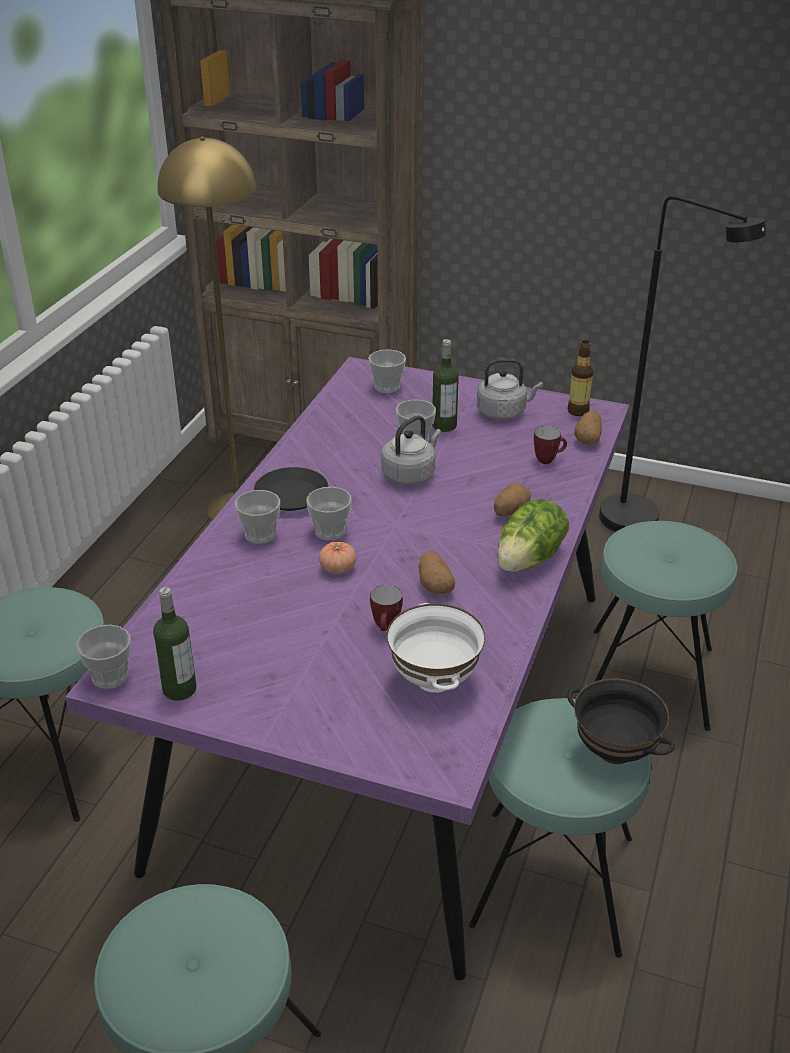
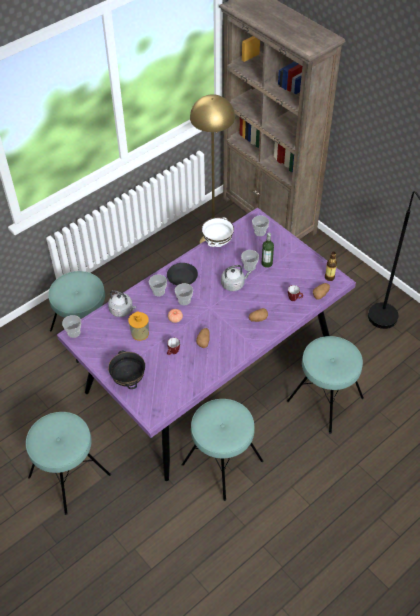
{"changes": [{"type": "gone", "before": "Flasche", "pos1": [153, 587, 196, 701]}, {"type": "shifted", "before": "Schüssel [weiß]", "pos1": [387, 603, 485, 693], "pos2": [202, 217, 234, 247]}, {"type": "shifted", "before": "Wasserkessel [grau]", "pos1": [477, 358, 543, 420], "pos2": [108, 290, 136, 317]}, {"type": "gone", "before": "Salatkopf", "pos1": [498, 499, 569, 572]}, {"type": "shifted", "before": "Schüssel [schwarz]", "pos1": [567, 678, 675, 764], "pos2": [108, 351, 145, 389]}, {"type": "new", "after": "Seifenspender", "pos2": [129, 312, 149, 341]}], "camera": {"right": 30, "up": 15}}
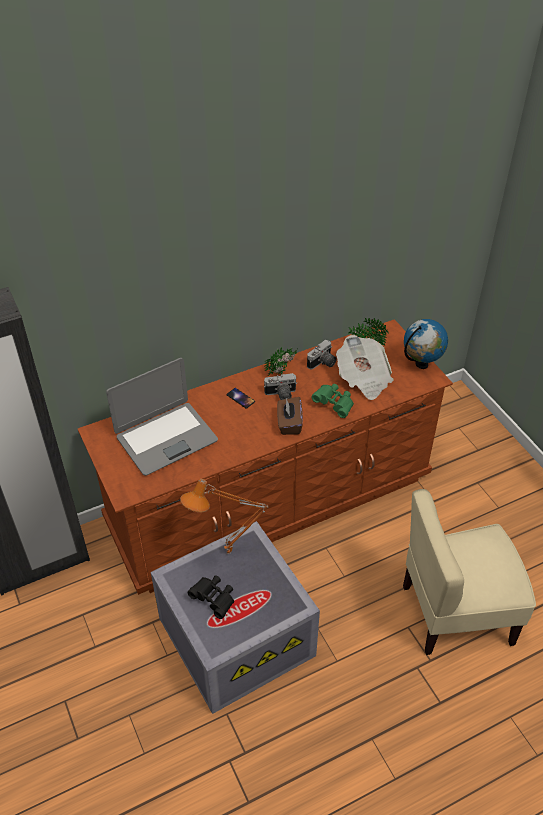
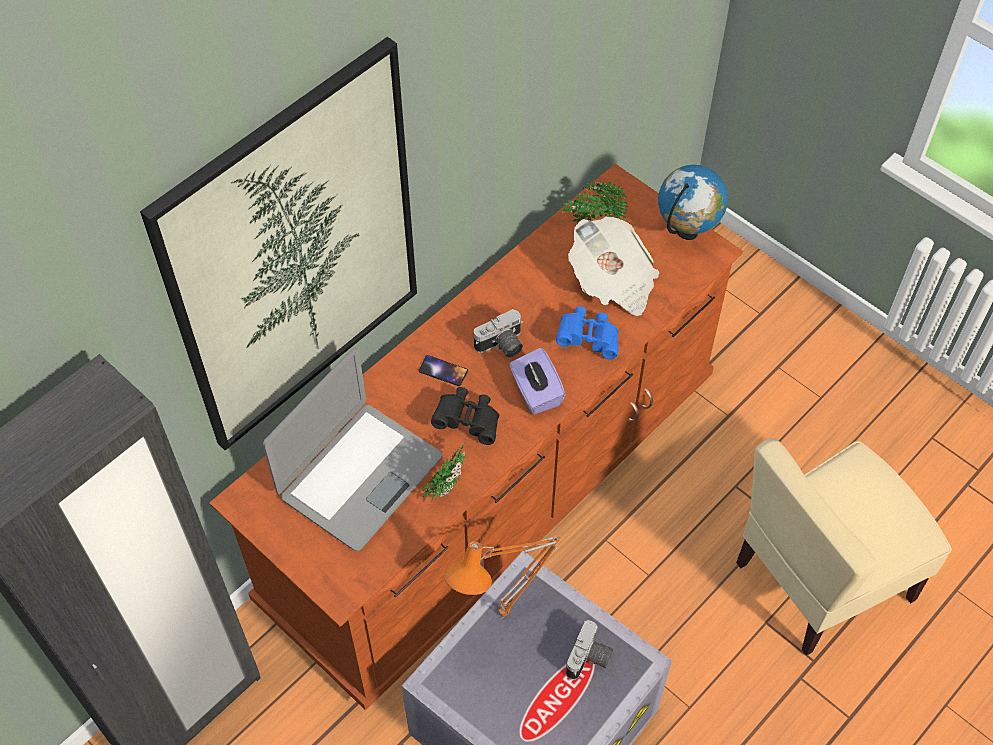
{"changes": [{"type": "shifted", "before": "Fernglas [schwarz]", "pos1": [188, 575, 234, 619], "pos2": [431, 387, 499, 445]}, {"type": "shifted", "before": "Topfpflanze", "pos1": [264, 347, 298, 376], "pos2": [423, 440, 466, 505]}, {"type": "repainted", "before": "Taschentuchbox [braun]", "after": "Taschentuchbox [lila]", "pos1": [277, 397, 303, 435], "pos2": [509, 348, 566, 414]}, {"type": "shifted", "before": "Kamera", "pos1": [307, 340, 337, 369], "pos2": [566, 620, 613, 680]}, {"type": "repainted", "before": "Fernglas [grün]", "after": "Fernglas [blau]", "pos1": [312, 384, 354, 418], "pos2": [556, 307, 619, 360]}, {"type": "new", "after": "Bild", "pos2": [140, 37, 417, 451]}], "camera": {"right": -20, "up": 10}}
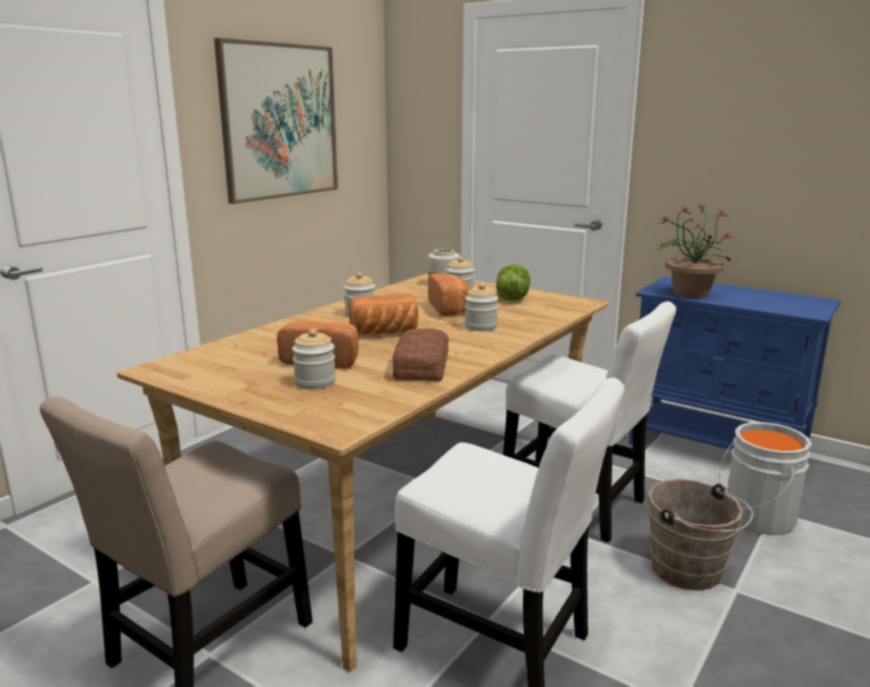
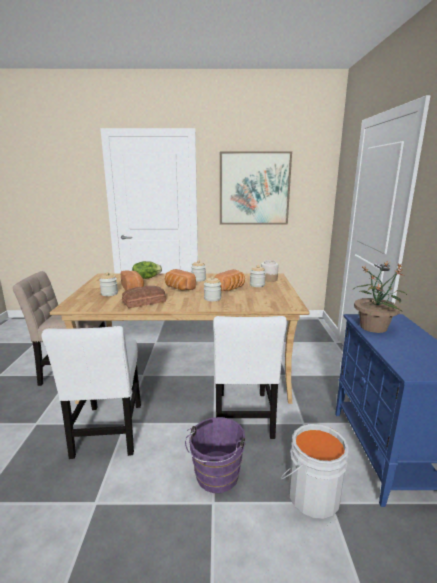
{"changes": [{"type": "shifted", "before": "Salatkopf", "pos1": [496, 264, 530, 301], "pos2": [132, 261, 162, 279]}, {"type": "repainted", "before": "Eimer [braun]", "after": "Eimer [lila]", "pos1": [648, 479, 753, 591], "pos2": [185, 417, 246, 493]}], "camera": {"right": 55, "up": 0}}
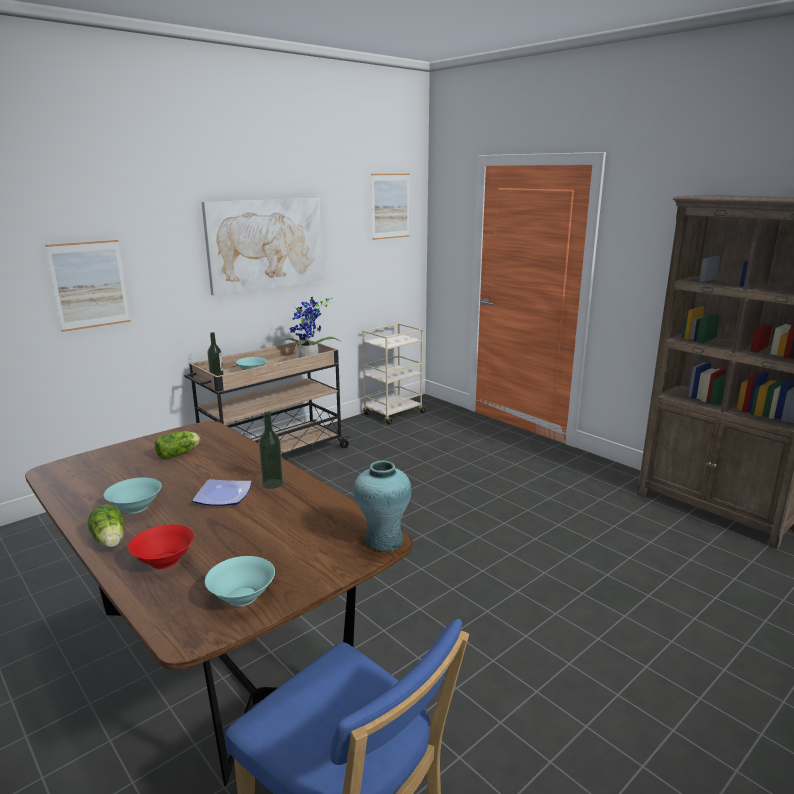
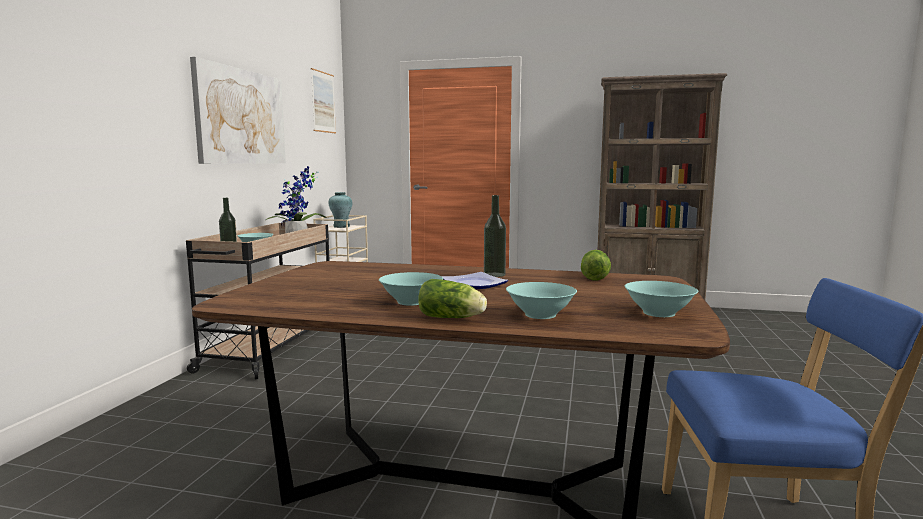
{"changes": [{"type": "gone", "before": "Bild", "pos1": [45, 240, 131, 332]}, {"type": "repainted", "before": "Schüssel [rot]", "after": "Schüssel [türkis]", "pos1": [128, 524, 194, 569], "pos2": [506, 282, 577, 319]}, {"type": "shifted", "before": "Salatkopf", "pos1": [155, 431, 200, 459], "pos2": [581, 250, 611, 281]}, {"type": "shifted", "before": "Vase [türkis]", "pos1": [354, 460, 412, 552], "pos2": [328, 192, 352, 228]}], "camera": {"right": -35, "up": -10}}
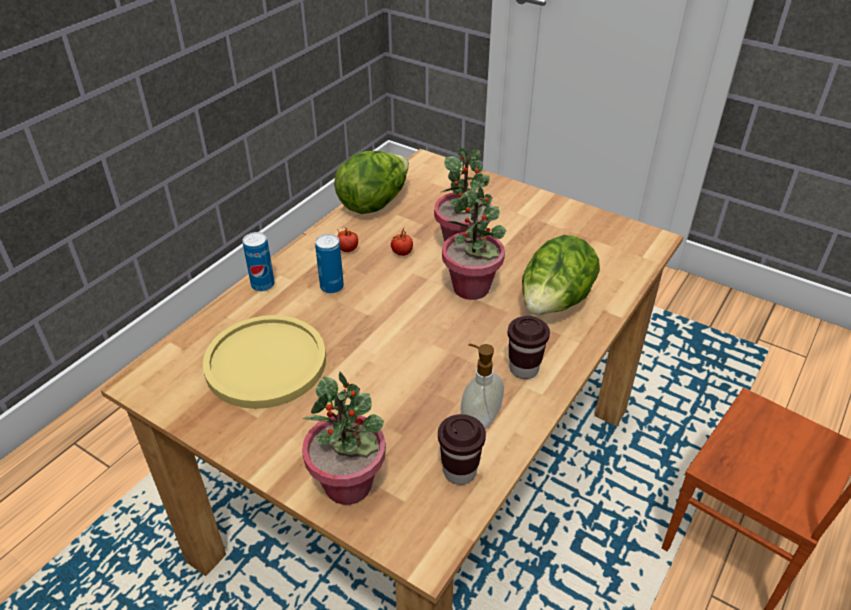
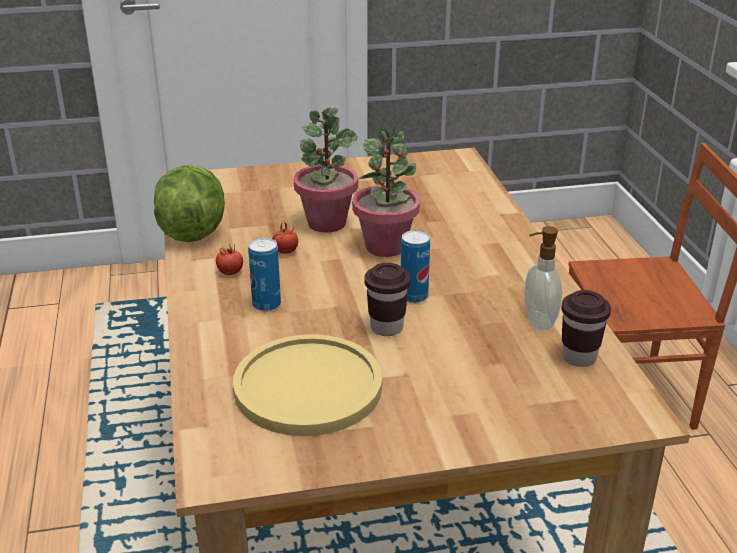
{"changes": [{"type": "shifted", "before": "Dose", "pos1": [243, 232, 275, 291], "pos2": [401, 230, 430, 303]}, {"type": "gone", "before": "Topfpflanze", "pos1": [302, 372, 386, 505]}, {"type": "shifted", "before": "Tasse [braun]", "pos1": [508, 316, 550, 379], "pos2": [364, 263, 411, 336]}, {"type": "gone", "before": "Salatkopf", "pos1": [522, 235, 600, 315]}], "camera": {"right": -45, "up": -10}}
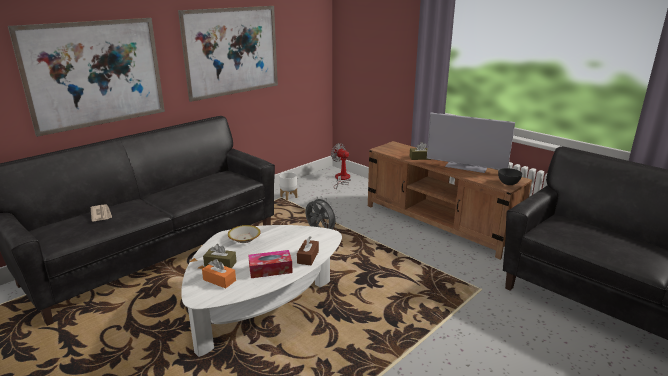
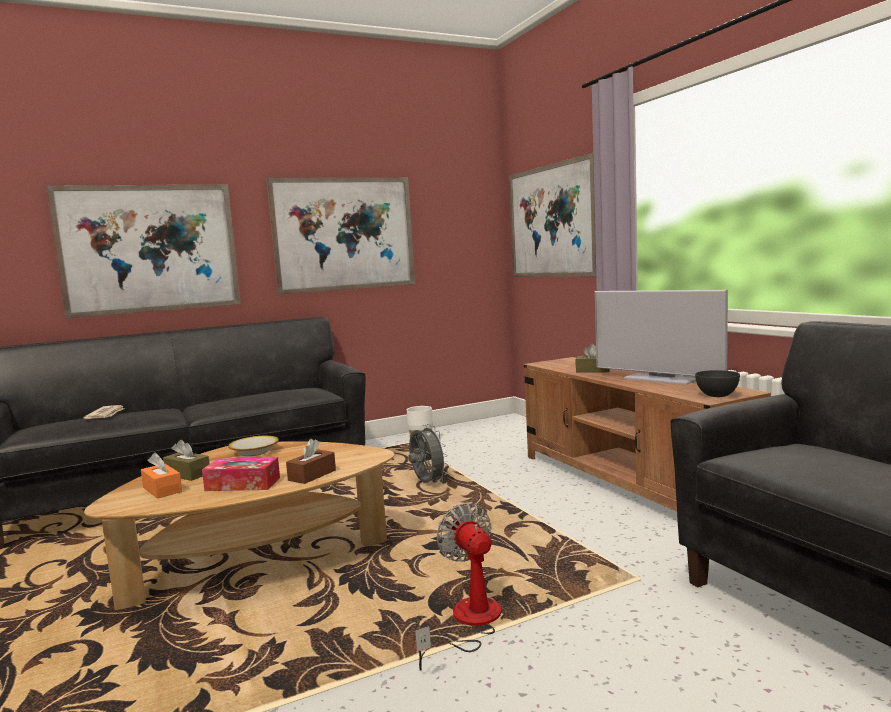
{"changes": [{"type": "repainted", "before": "Couchtisch [weiß]", "after": "Couchtisch [braun]", "pos1": [181, 225, 342, 357], "pos2": [84, 441, 394, 610]}, {"type": "shifted", "before": "Ventilator", "pos1": [331, 143, 351, 189], "pos2": [415, 503, 501, 670]}, {"type": "new", "after": "Bild", "pos2": [509, 153, 596, 277]}], "camera": {"right": 20, "up": -15}}
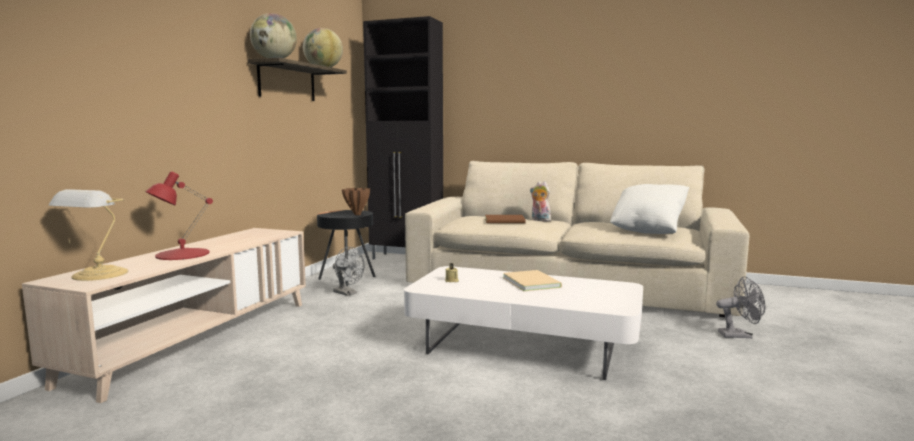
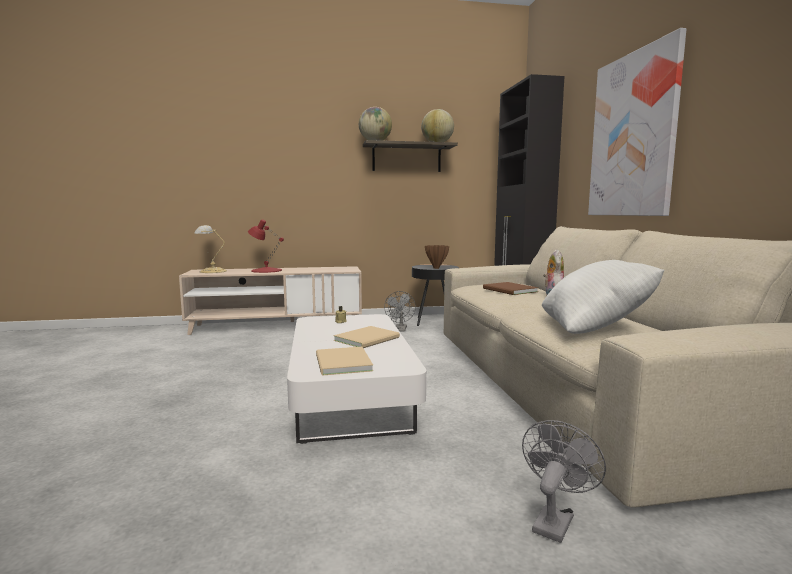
{"changes": [{"type": "rotated", "before": "Ventilator [grau]", "pos1": [716, 276, 765, 338], "pos2": [522, 420, 606, 543], "turn": -120}, {"type": "new", "after": "Buch [beige]", "pos2": [316, 347, 373, 376]}, {"type": "new", "after": "Bild", "pos2": [588, 28, 687, 216]}], "camera": {"right": 60, "up": 0}}
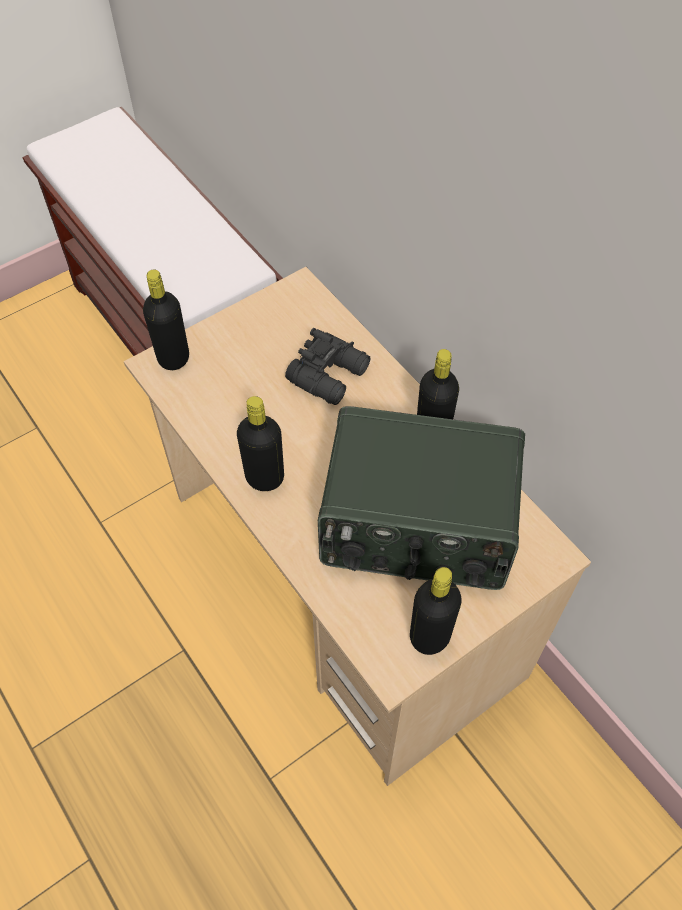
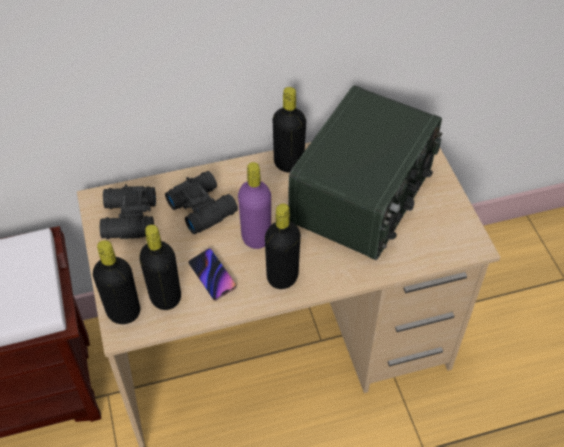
{"changes": [{"type": "shifted", "before": "Flasche [schwarz]", "pos1": [410, 567, 461, 655], "pos2": [139, 225, 181, 310]}, {"type": "new", "after": "Fernglas [schwarz]", "pos2": [100, 184, 156, 239]}, {"type": "new", "after": "Handy", "pos2": [188, 248, 237, 301]}, {"type": "new", "after": "Flasche [lila]", "pos2": [238, 162, 271, 249]}], "camera": {"right": -70, "up": -5}}
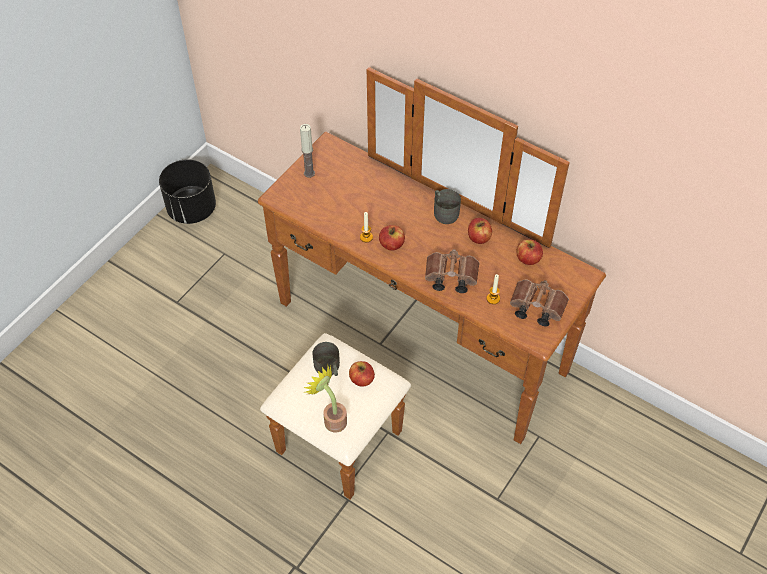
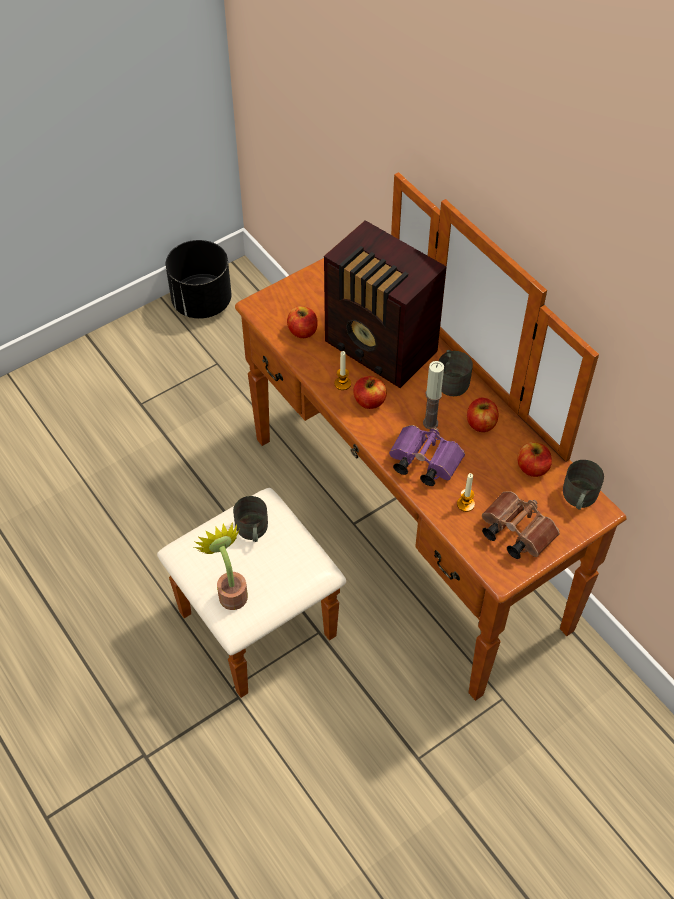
{"changes": [{"type": "shifted", "before": "Kerze", "pos1": [300, 124, 315, 178], "pos2": [423, 361, 444, 429]}, {"type": "shifted", "before": "Apfel", "pos1": [349, 361, 375, 387], "pos2": [287, 306, 318, 338]}, {"type": "repainted", "before": "Fernglas [braun]", "after": "Fernglas [lila]", "pos1": [425, 249, 480, 293], "pos2": [389, 425, 465, 486]}, {"type": "new", "after": "Radio", "pos2": [324, 220, 446, 388]}, {"type": "new", "after": "Henkelbecher [grau]", "pos2": [563, 460, 604, 510]}], "camera": {"right": 20, "up": 0}}
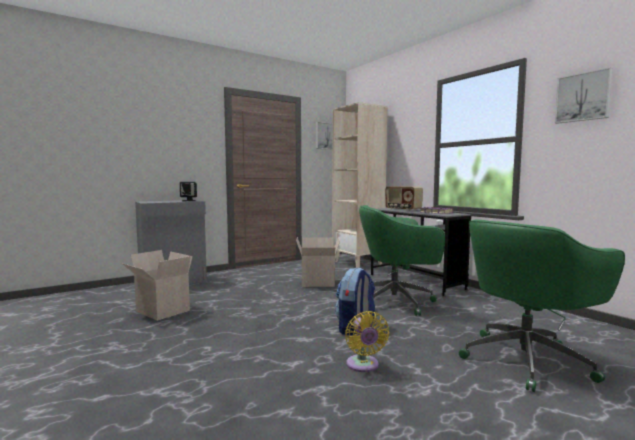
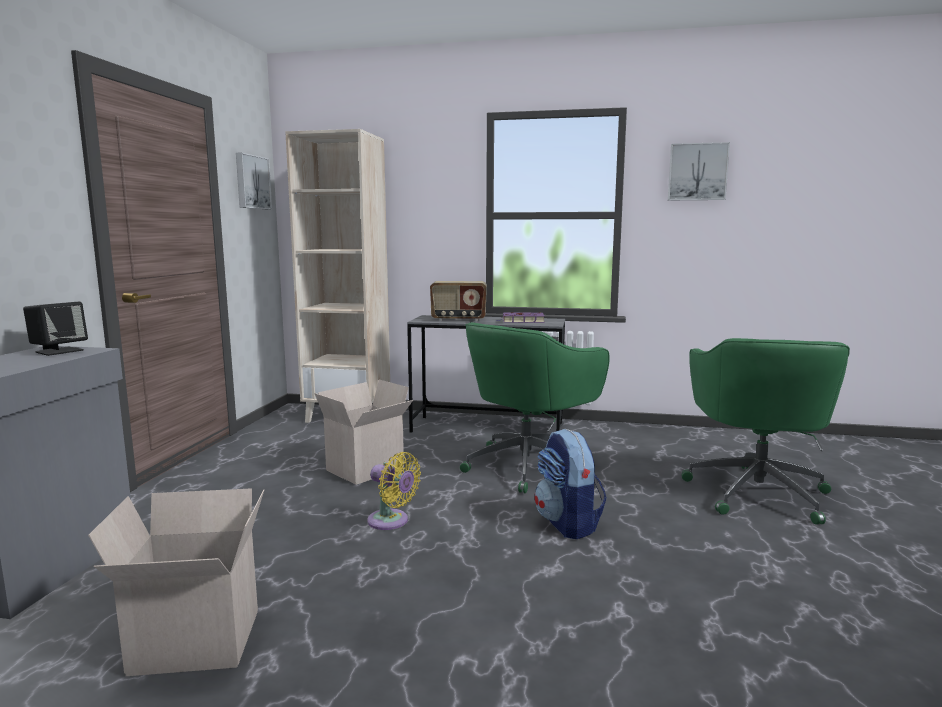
{"changes": [{"type": "shifted", "before": "Ventilator [gelb]", "pos1": [345, 311, 389, 372], "pos2": [367, 452, 421, 530]}], "camera": {"right": -45, "up": 5}}
